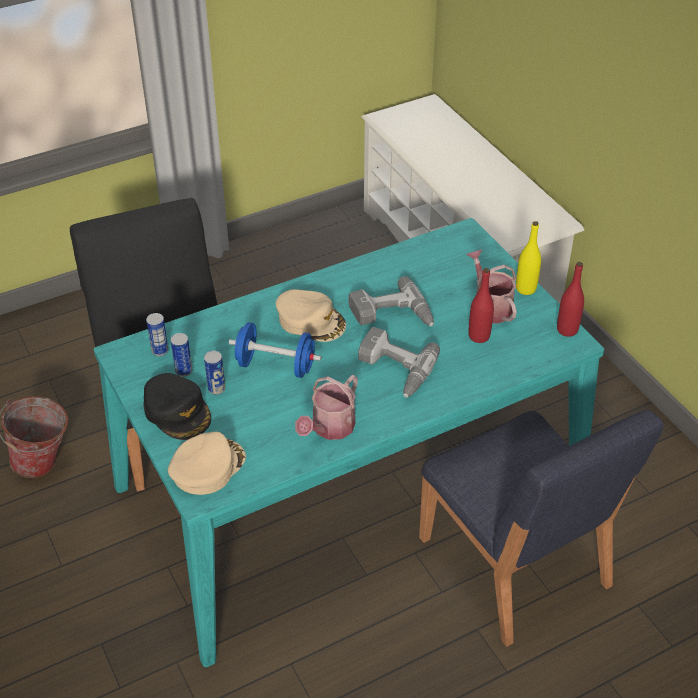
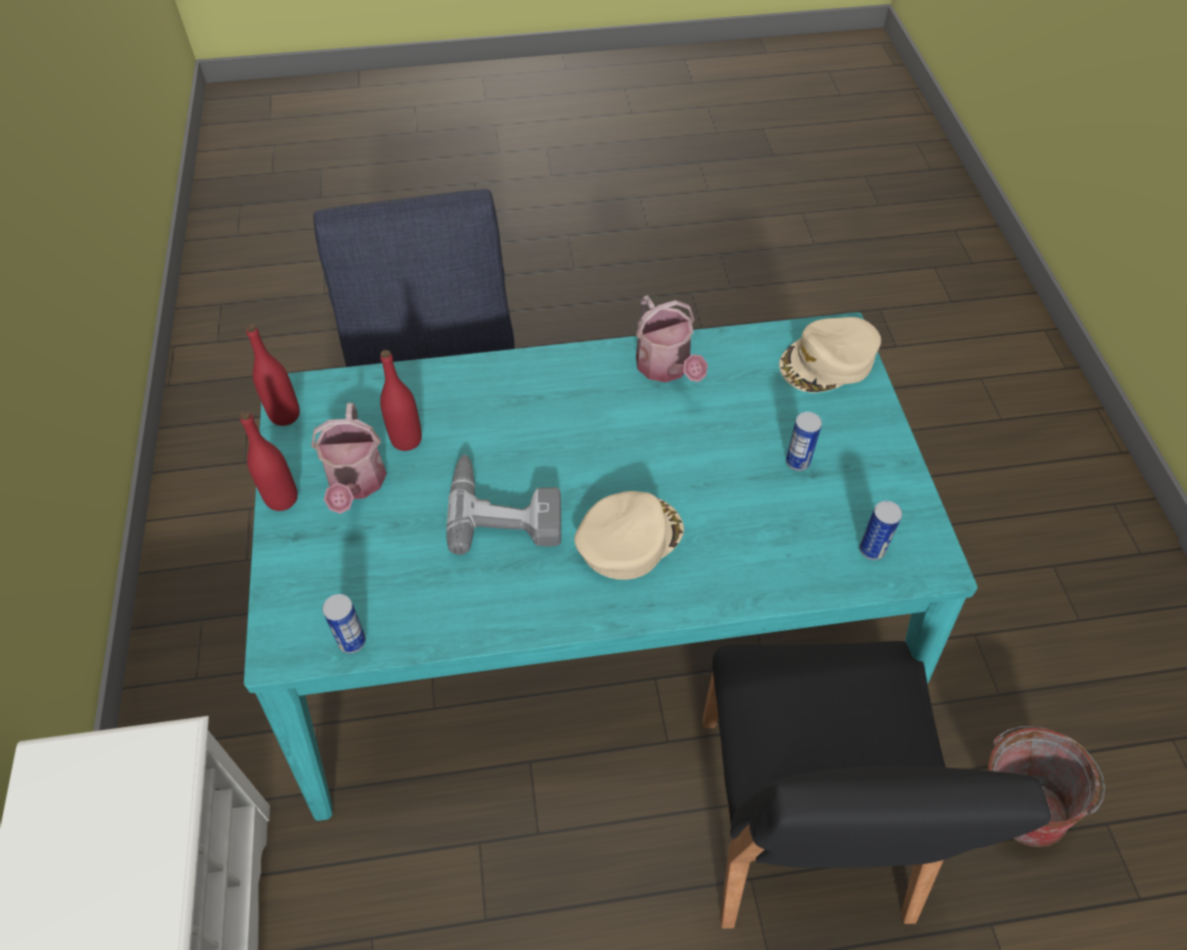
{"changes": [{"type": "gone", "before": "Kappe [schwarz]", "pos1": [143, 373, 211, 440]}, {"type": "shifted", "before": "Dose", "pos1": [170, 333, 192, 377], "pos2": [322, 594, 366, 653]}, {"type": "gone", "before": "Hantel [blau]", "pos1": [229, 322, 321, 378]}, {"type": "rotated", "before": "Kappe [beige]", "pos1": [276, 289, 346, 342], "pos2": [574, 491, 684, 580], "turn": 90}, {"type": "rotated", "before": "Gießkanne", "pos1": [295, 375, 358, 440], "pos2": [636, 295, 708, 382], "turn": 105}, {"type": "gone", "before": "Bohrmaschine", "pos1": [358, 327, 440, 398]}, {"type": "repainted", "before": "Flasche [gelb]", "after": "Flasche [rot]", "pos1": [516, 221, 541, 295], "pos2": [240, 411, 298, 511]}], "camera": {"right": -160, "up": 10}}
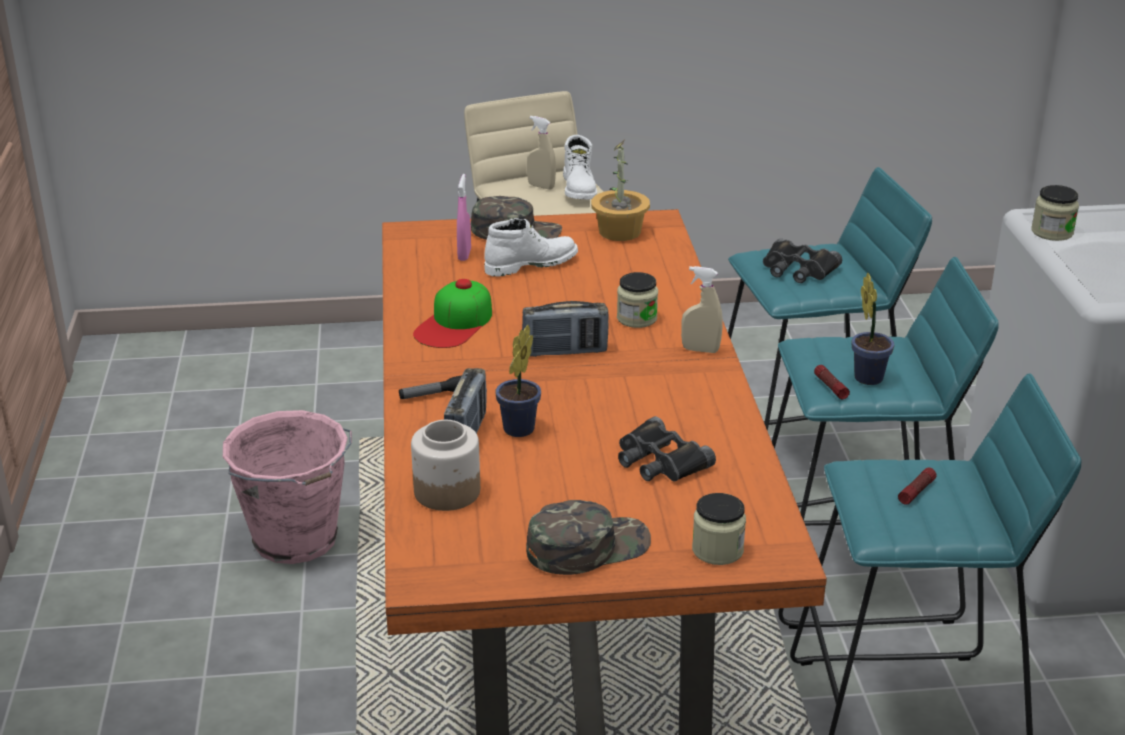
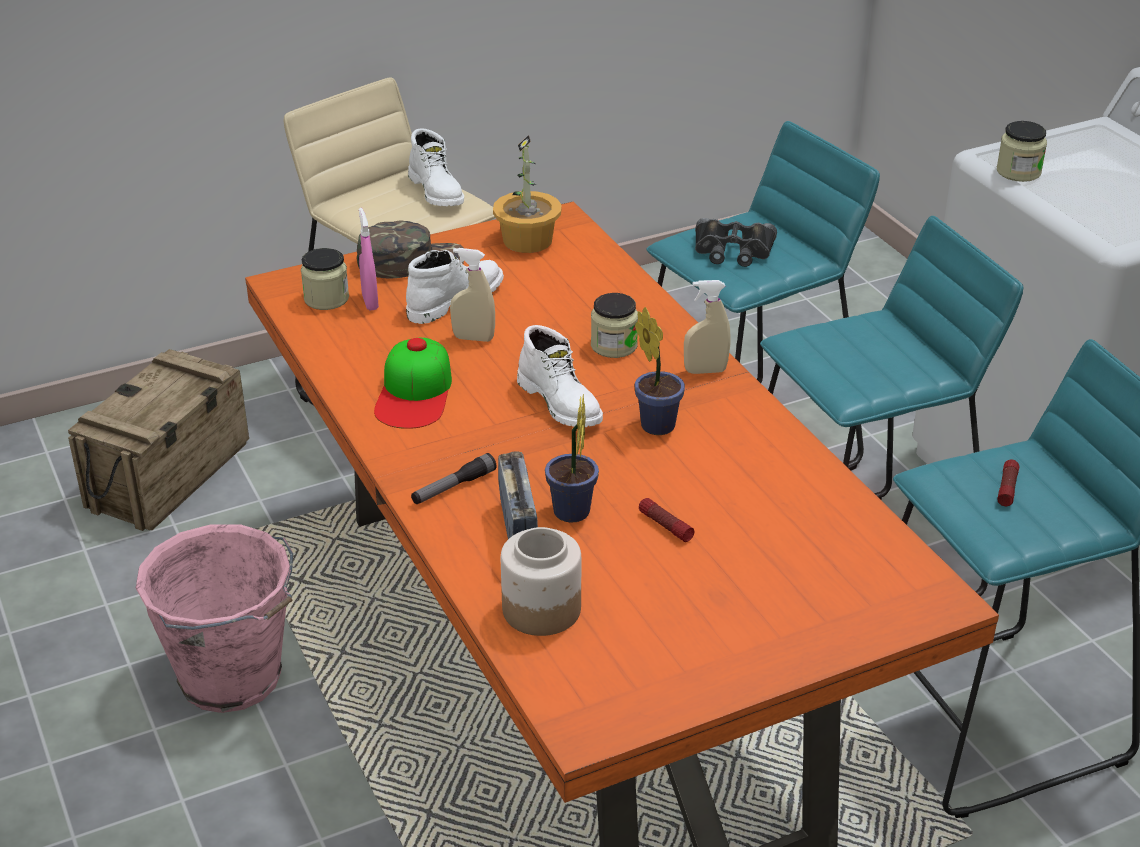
{"changes": [{"type": "swapped", "before": "Radio", "after": "Stiefel [weiß]", "pos1": [522, 301, 608, 357], "pos2": [517, 325, 603, 427]}, {"type": "gone", "before": "Kappe [grün]", "pos1": [526, 500, 651, 575]}, {"type": "shifted", "before": "Sprühflasche [beige]", "pos1": [527, 116, 556, 190], "pos2": [450, 248, 495, 342]}, {"type": "gone", "before": "Fernglas [schwarz]", "pos1": [618, 416, 716, 482]}, {"type": "shifted", "before": "Vorratsglas", "pos1": [692, 493, 746, 565], "pos2": [301, 248, 349, 310]}, {"type": "shifted", "before": "Taschenlampe", "pos1": [814, 365, 850, 399], "pos2": [639, 498, 694, 542]}, {"type": "shifted", "before": "Topfpflanze", "pos1": [851, 273, 894, 385], "pos2": [635, 307, 685, 435]}, {"type": "new", "after": "Kiste", "pos2": [68, 349, 249, 531]}], "camera": {"right": -20, "up": 5}}
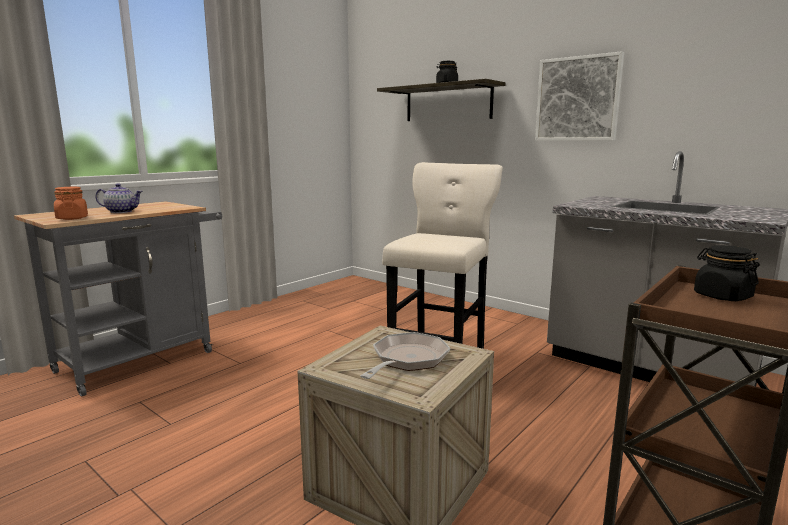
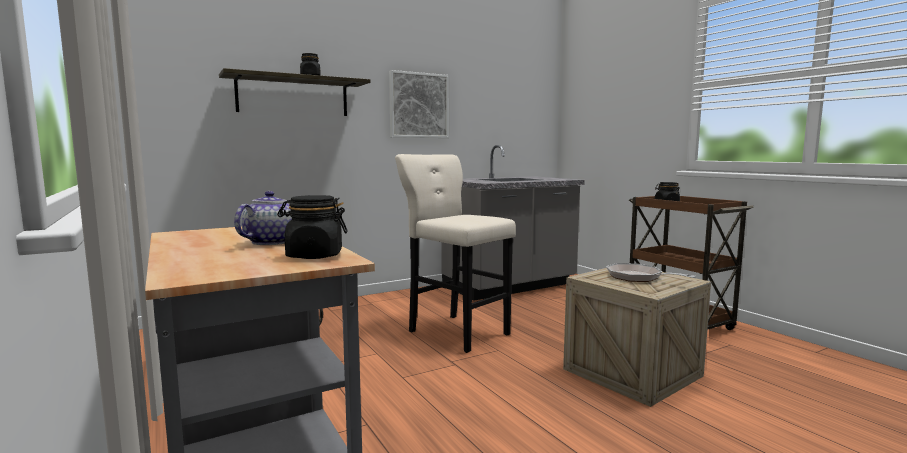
{"changes": [{"type": "repainted", "before": "Vorratsglas [orange]", "after": "Vorratsglas [schwarz]", "pos1": [54, 187, 88, 220], "pos2": [277, 195, 348, 259]}], "camera": {"right": -70, "up": -5}}
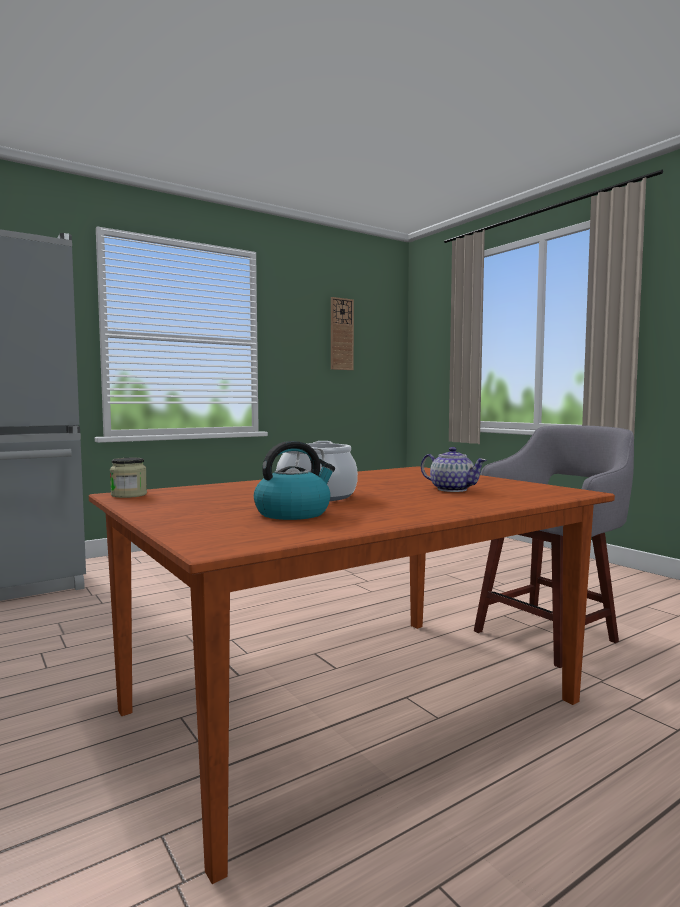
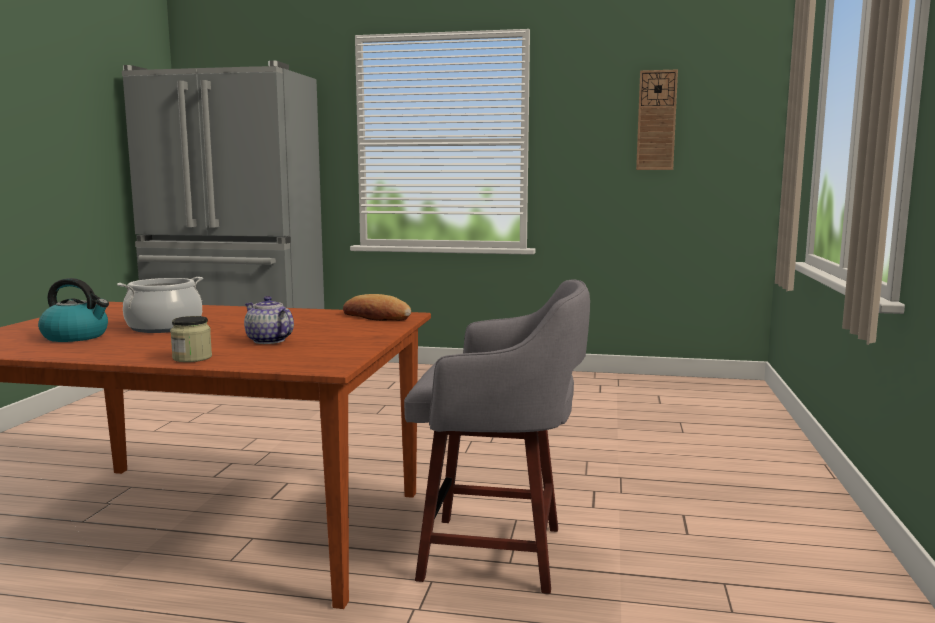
{"changes": [{"type": "shifted", "before": "Vorratsglas", "pos1": [110, 458, 147, 498], "pos2": [170, 316, 212, 362]}, {"type": "rotated", "before": "Teekanne", "pos1": [421, 447, 487, 492], "pos2": [244, 296, 294, 344], "turn": 135}, {"type": "new", "after": "Brot", "pos2": [343, 294, 411, 321]}], "camera": {"right": 45, "up": 5}}
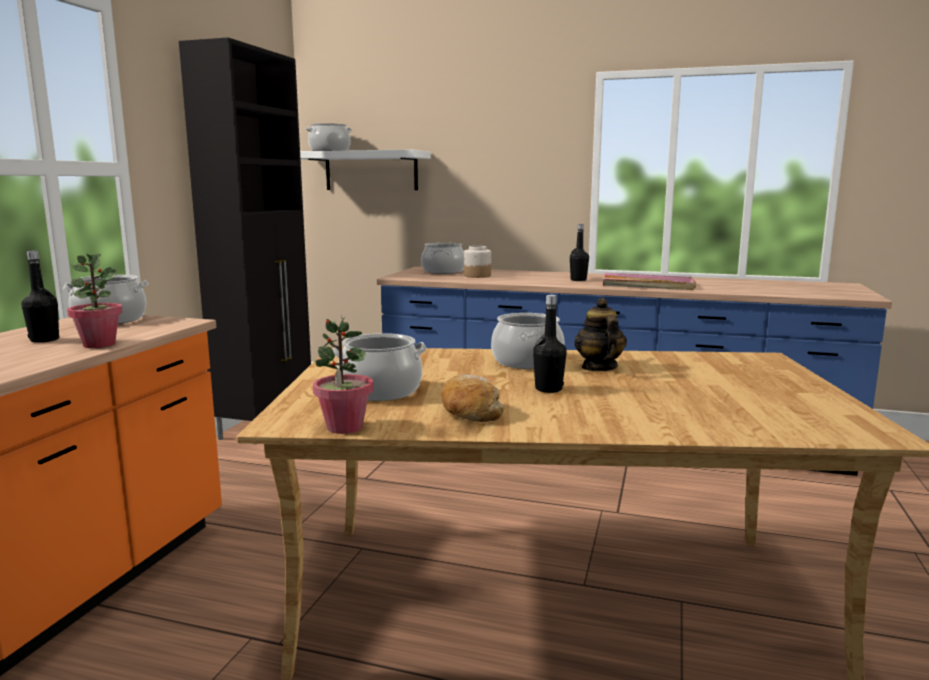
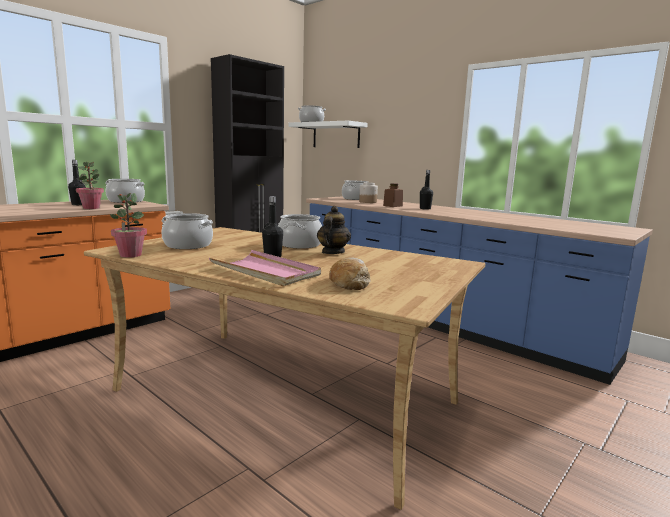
{"changes": [{"type": "shifted", "before": "Brot", "pos1": [441, 375, 504, 422], "pos2": [329, 257, 371, 290]}, {"type": "shifted", "before": "Tablett [rosa]", "pos1": [603, 273, 696, 290], "pos2": [209, 250, 321, 286]}, {"type": "new", "after": "Vorratsglas [braun]", "pos2": [383, 183, 403, 207]}], "camera": {"right": 25, "up": 0}}
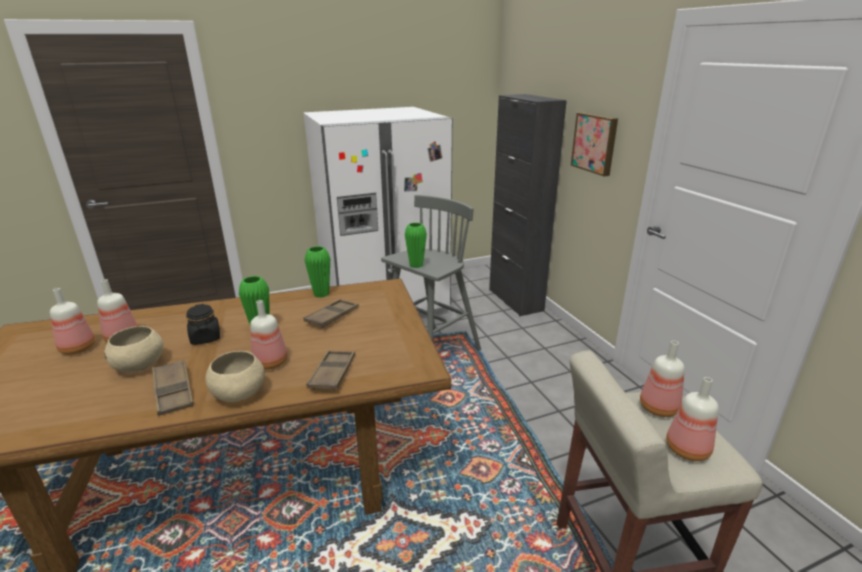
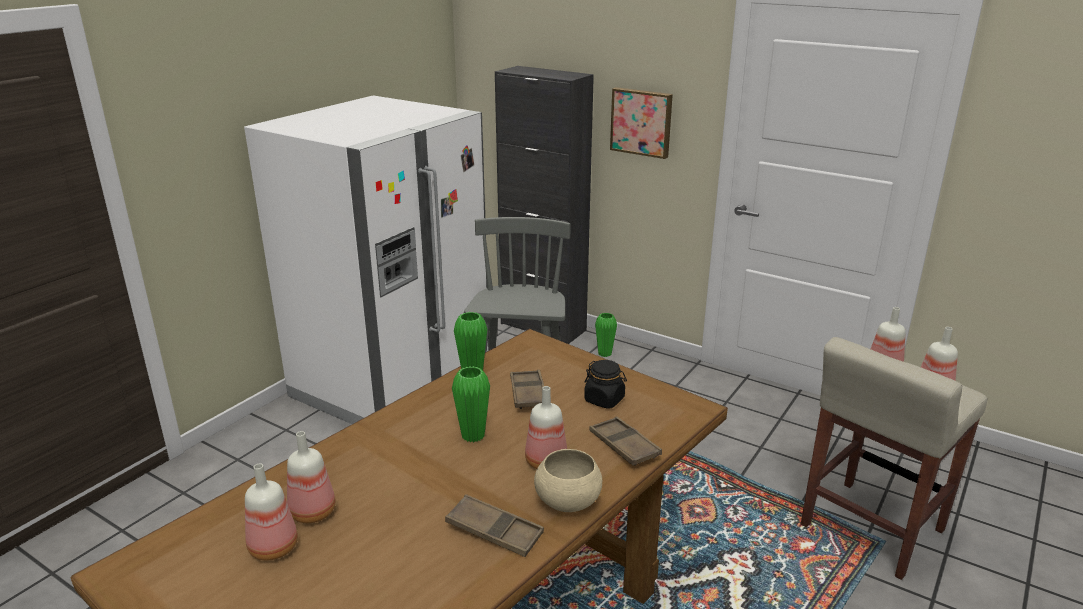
{"changes": [{"type": "gone", "before": "Schüssel [beige]", "pos1": [104, 326, 164, 372]}, {"type": "shifted", "before": "Vorratsglas [schwarz]", "pos1": [186, 304, 220, 345], "pos2": [584, 360, 627, 409]}, {"type": "shifted", "before": "Vase [grün]", "pos1": [405, 223, 427, 268], "pos2": [595, 313, 617, 357]}], "camera": {"right": -35, "up": 0}}
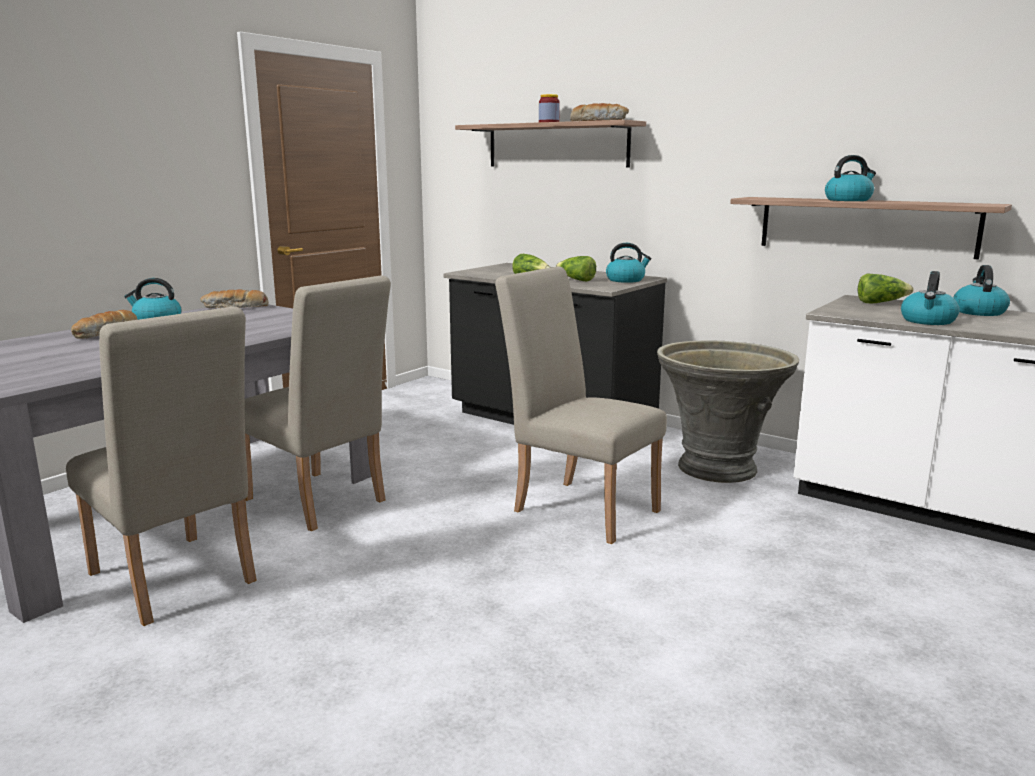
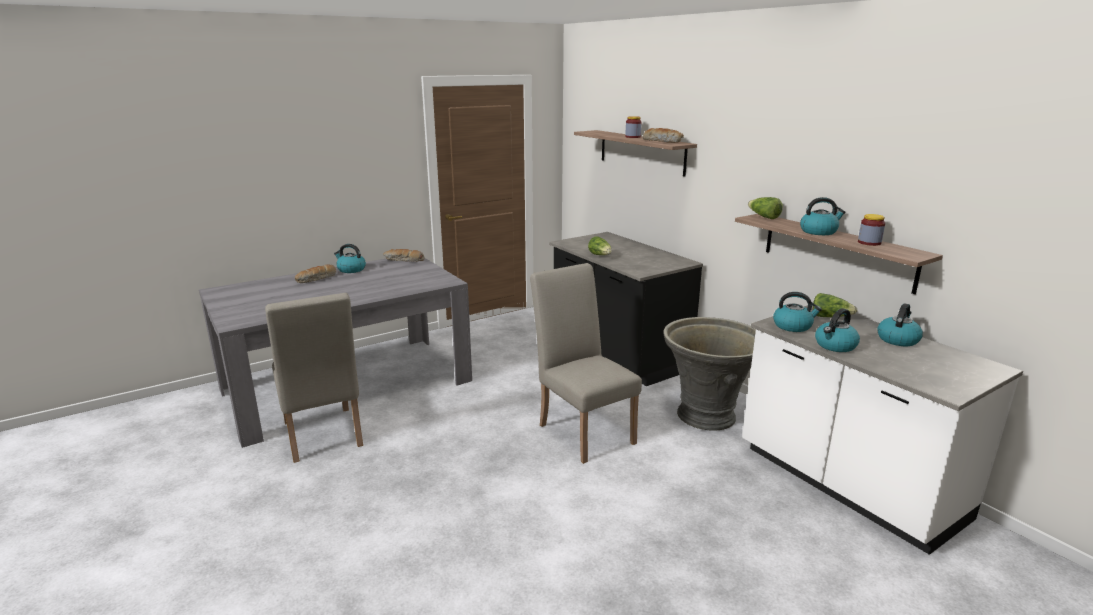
{"changes": [{"type": "gone", "before": "Stuhl [beige]", "pos1": [244, 276, 391, 531]}, {"type": "shifted", "before": "Salatkopf", "pos1": [556, 256, 596, 282], "pos2": [748, 197, 783, 219]}, {"type": "shifted", "before": "Wasserkessel", "pos1": [606, 243, 652, 283], "pos2": [773, 292, 822, 332]}, {"type": "new", "after": "Vorratsglas", "pos2": [858, 214, 885, 246]}], "camera": {"right": 20, "up": 5}}
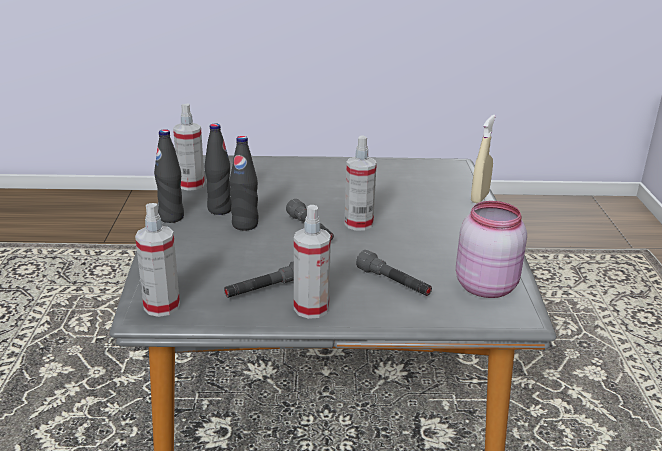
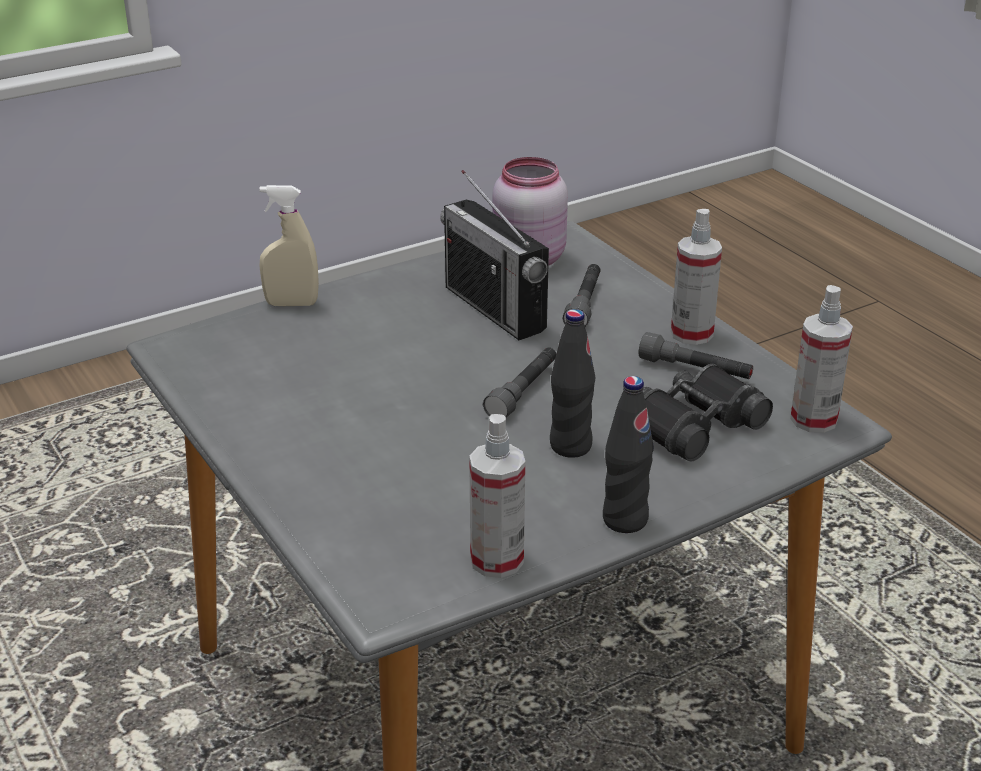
{"changes": [{"type": "gone", "before": "Flasche [schwarz]", "pos1": [205, 123, 232, 215]}, {"type": "gone", "before": "Sprühflasche", "pos1": [345, 136, 377, 231]}, {"type": "new", "after": "Radio", "pos2": [440, 170, 549, 340]}, {"type": "new", "after": "Fernglas [schwarz]", "pos2": [643, 364, 773, 462]}], "camera": {"right": -120, "up": 5}}
